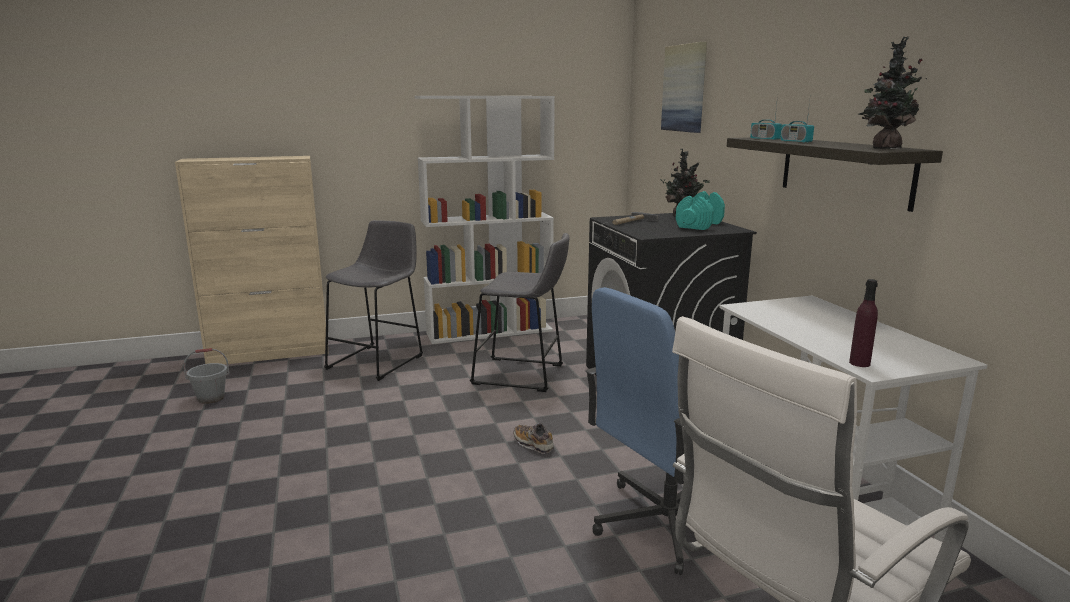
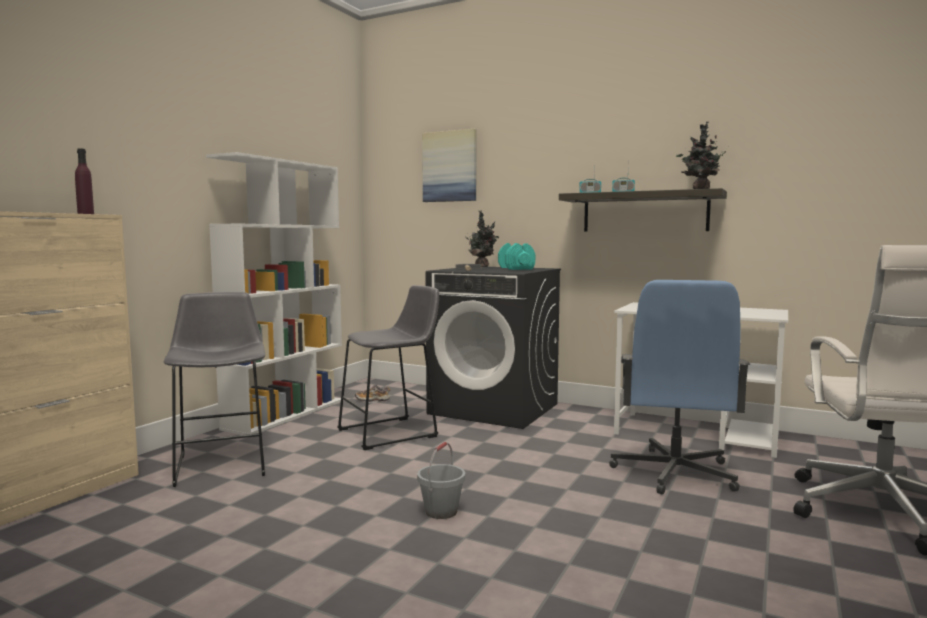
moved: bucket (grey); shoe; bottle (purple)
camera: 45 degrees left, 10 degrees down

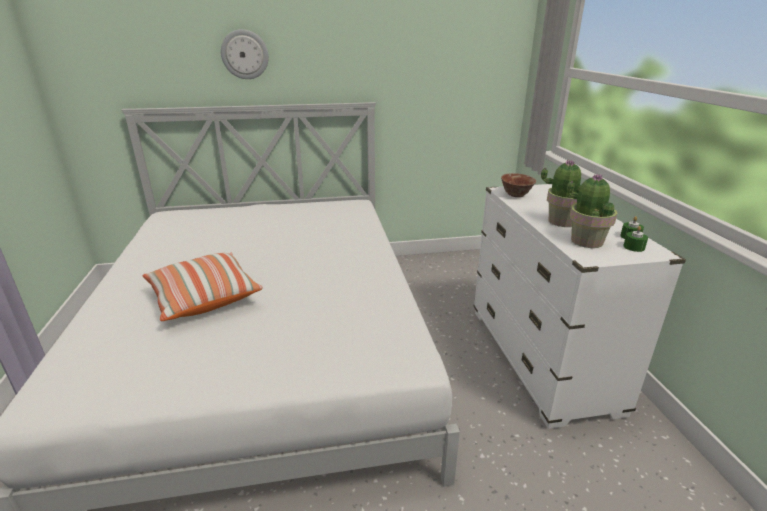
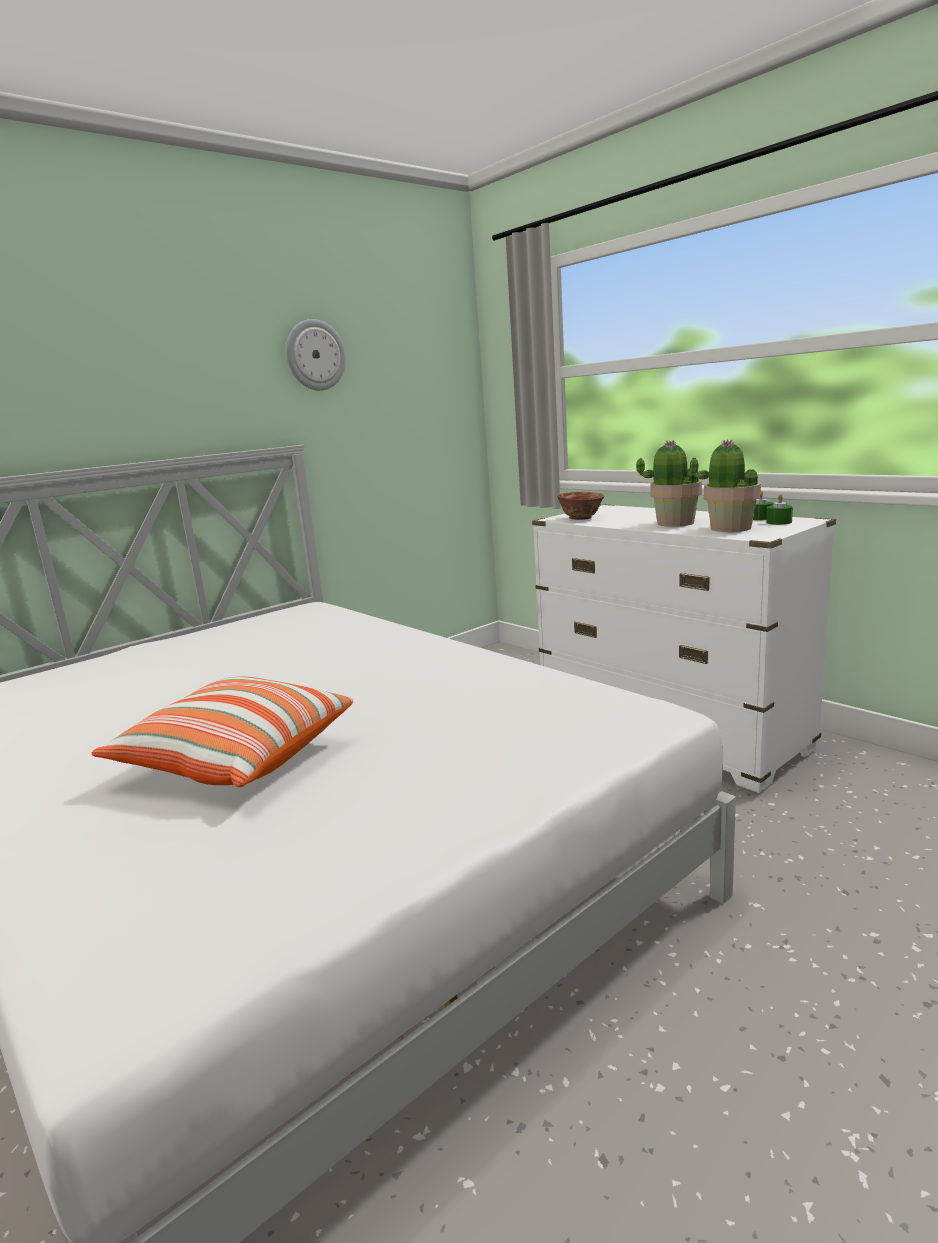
moved: wall clock
camera: 30 degrees left, 10 degrees down

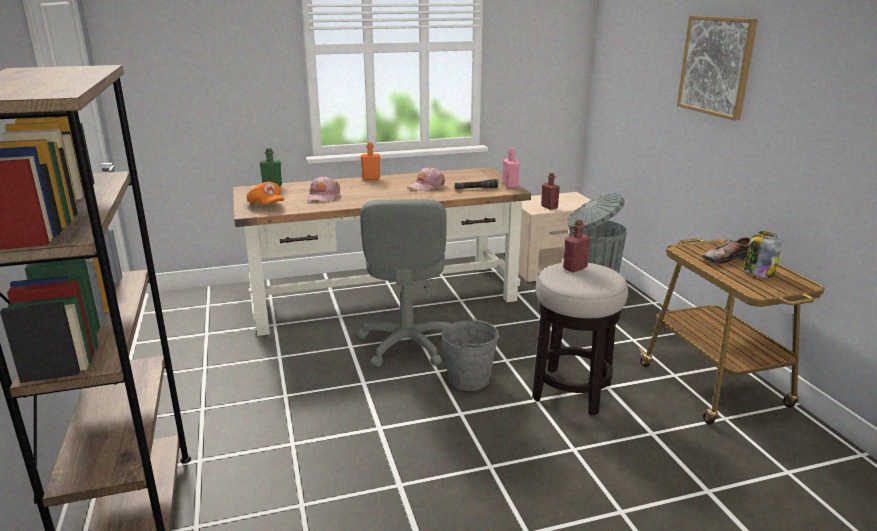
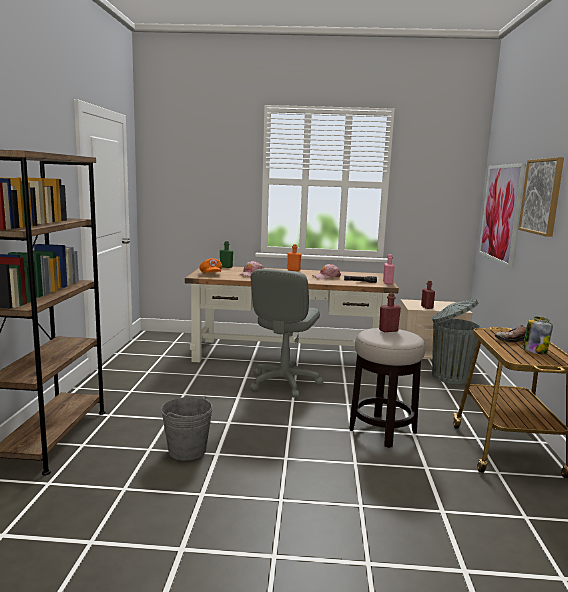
added: picture (1st from left)
moved: bucket (grey)
camera: 20 degrees right, 10 degrees down

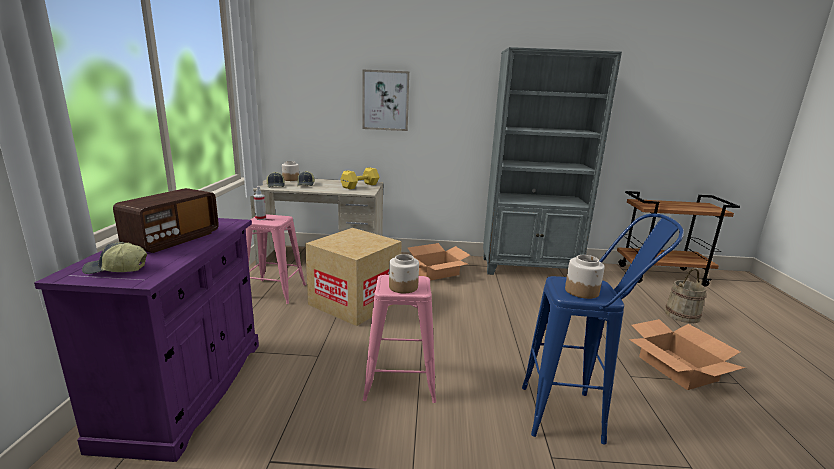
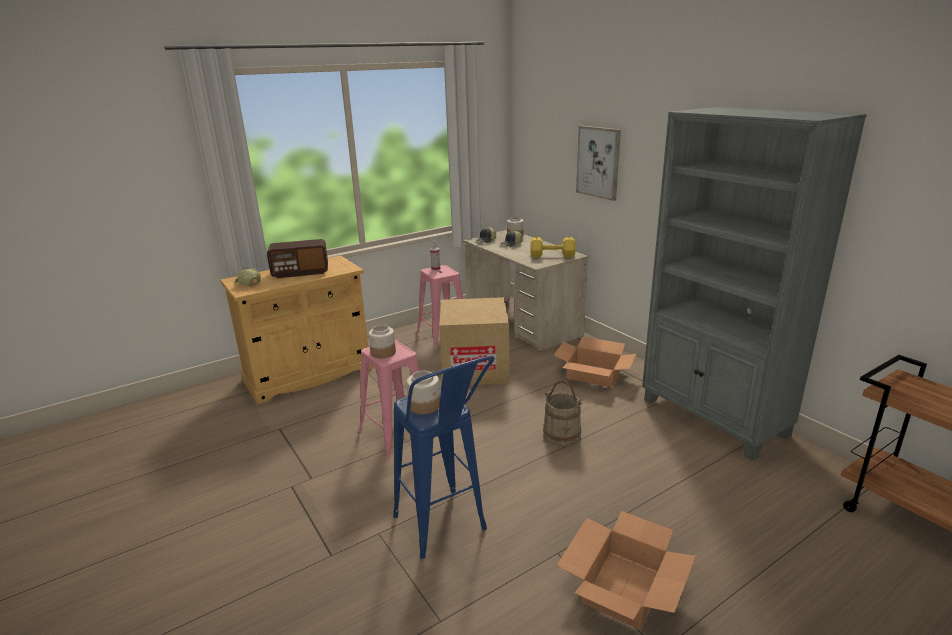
moved: bucket (beige)
recoloured: cabinet (purple) to cabinet (beige)
camera: 55 degrees right, 5 degrees up

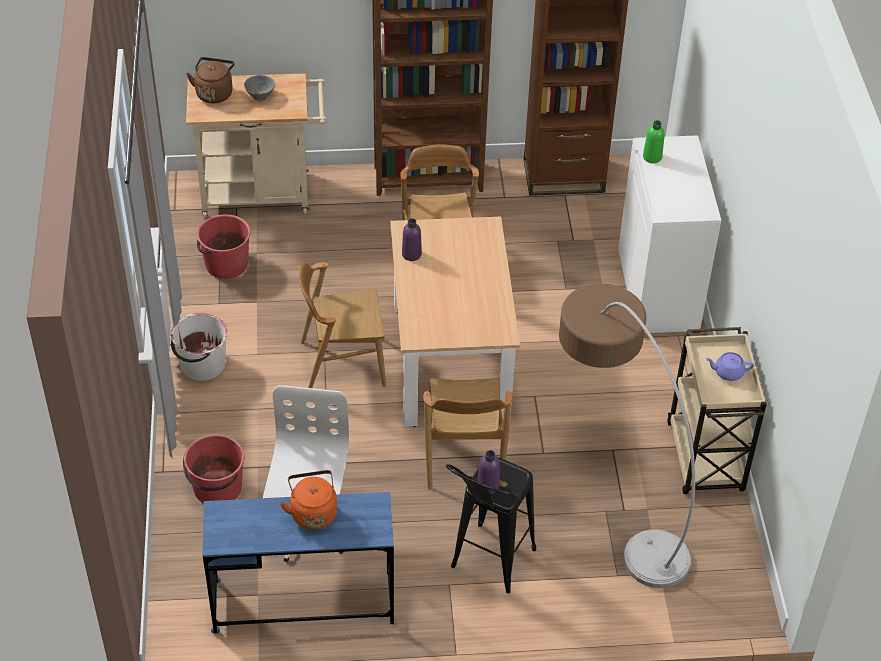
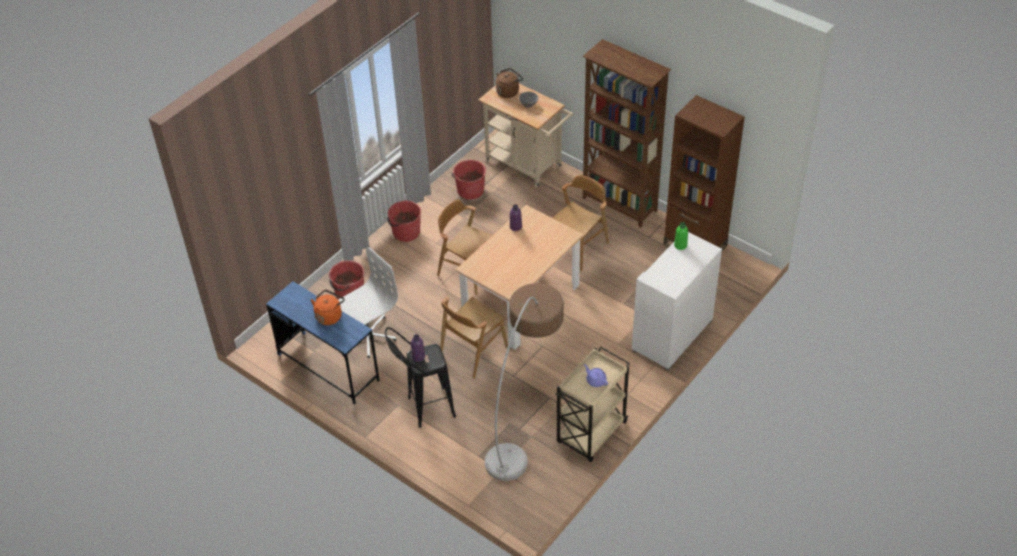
recoloured: bucket (white) to bucket (red) (2nd from left)
camera: 45 degrees right, 0 degrees up

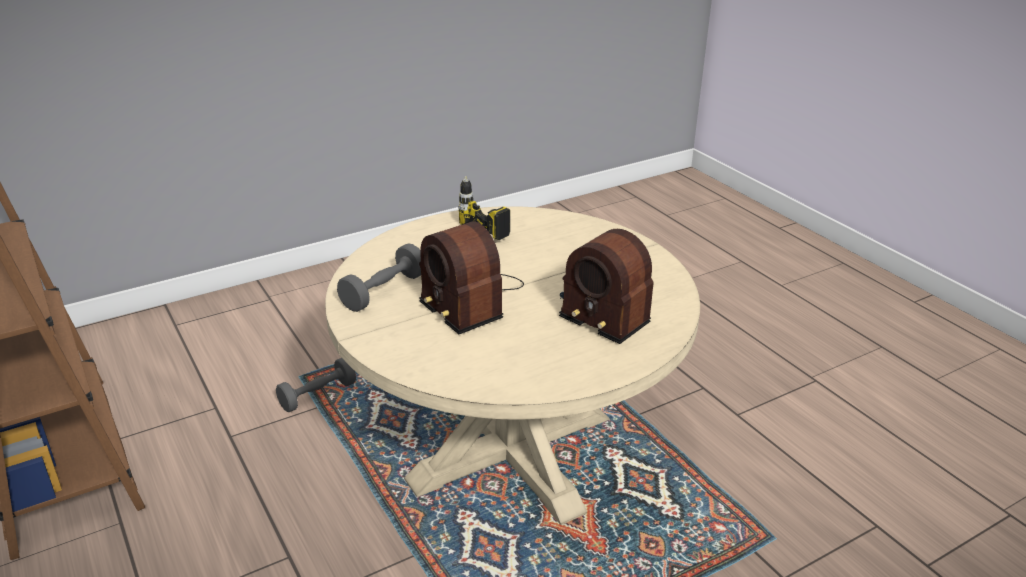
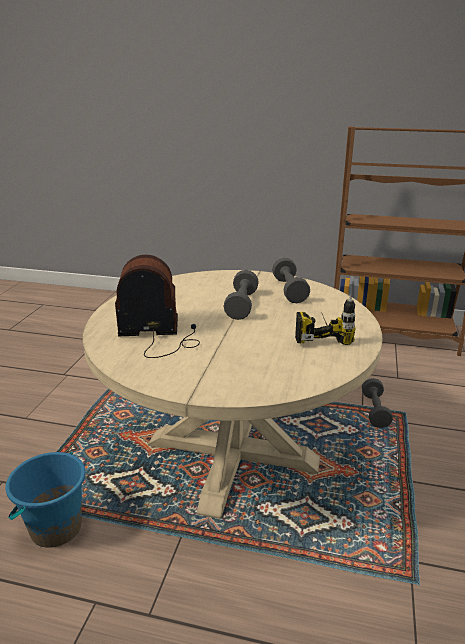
added: bucket (blue)
replaced: radio (1st from left) to dumbbell (grey) (1st from left)
camera: 135 degrees right, 5 degrees down

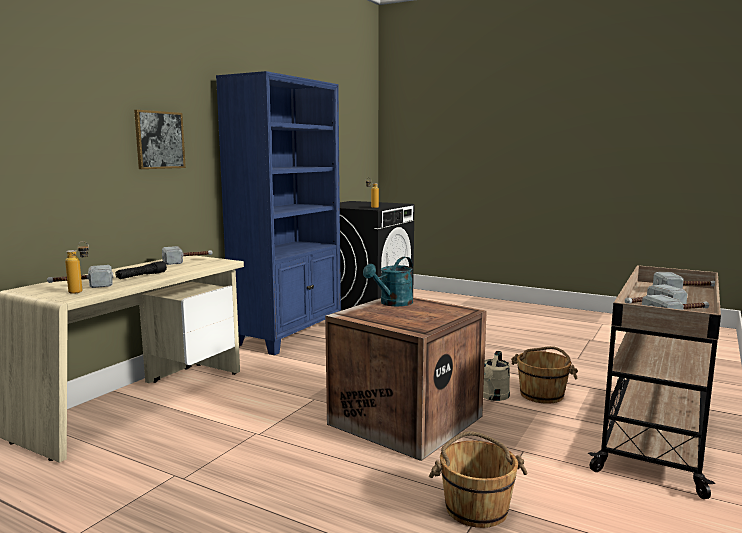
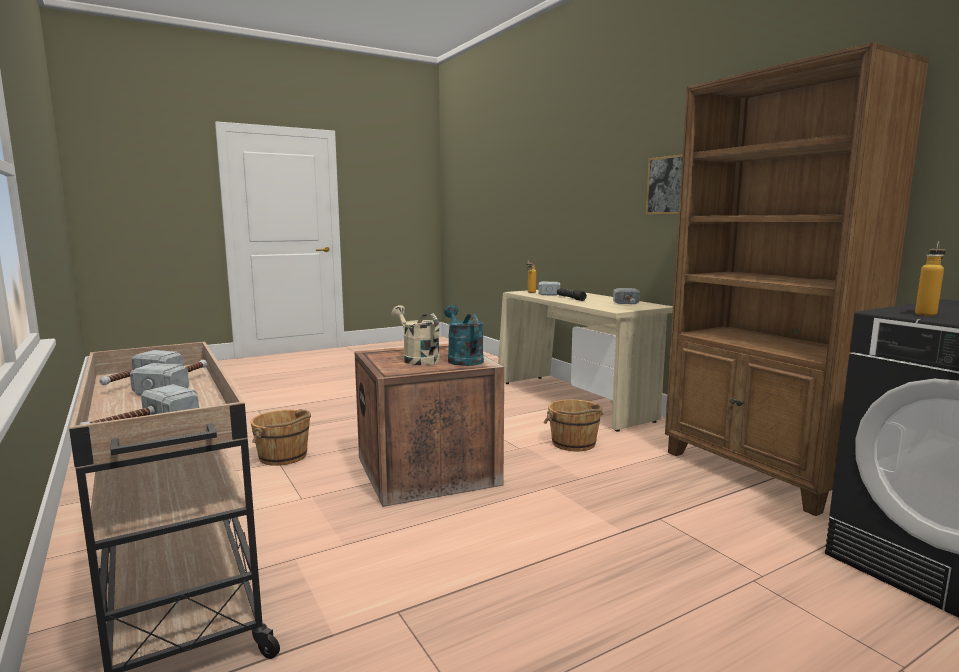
moved: watering can (beige); bucket (brown) (2nd from left)
recoloured: bookcase (blue) to bookcase (brown)
camera: 120 degrees right, 0 degrees up

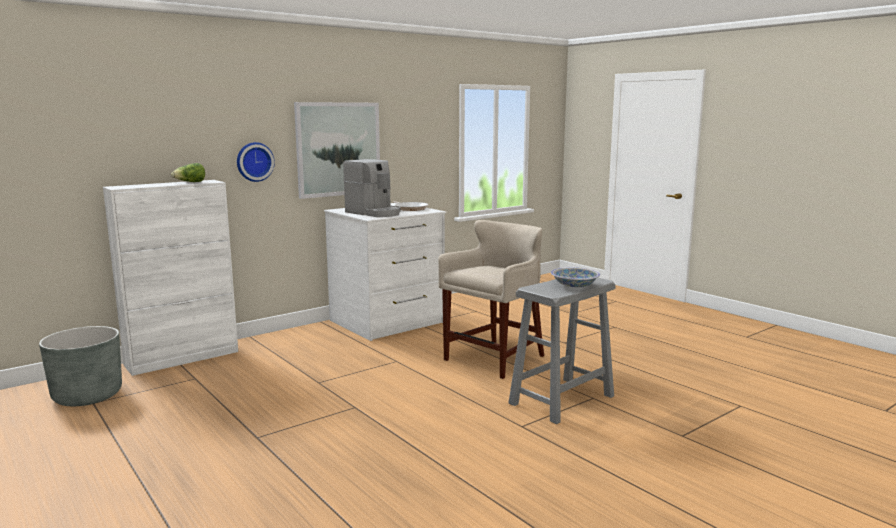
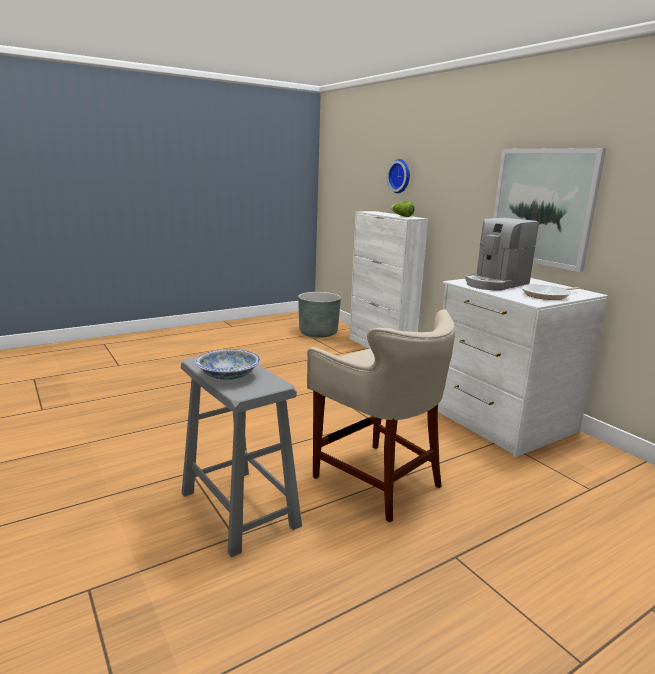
moved: wall clock
camera: 95 degrees right, 5 degrees up

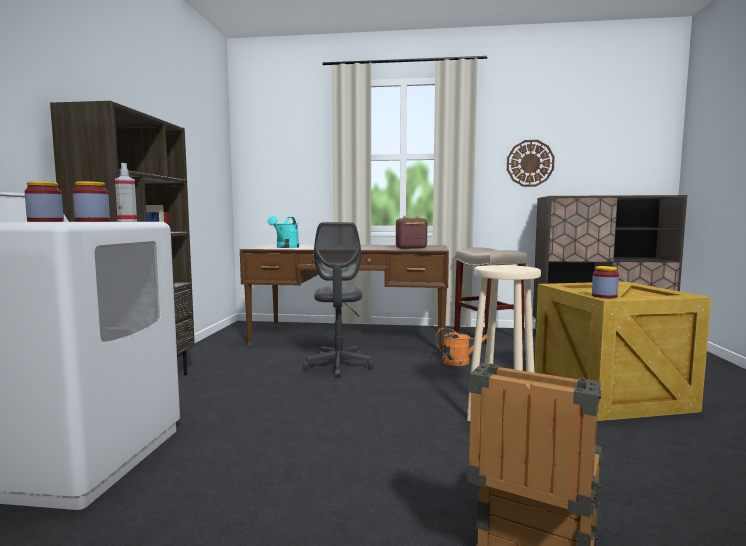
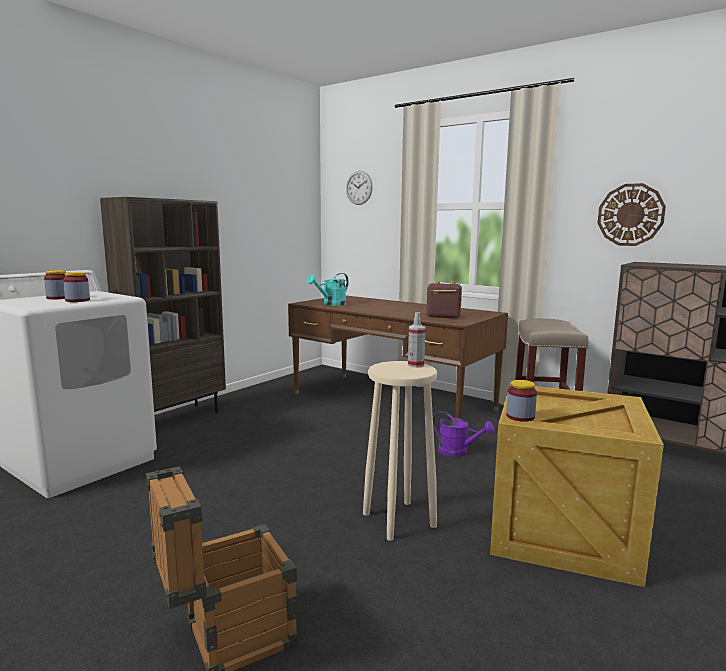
removed: office chair (grey)
added: wall clock (1st from left)
moved: spray bottle
recoloured: watering can (orange) to watering can (purple)
camera: 30 degrees right, 5 degrees up

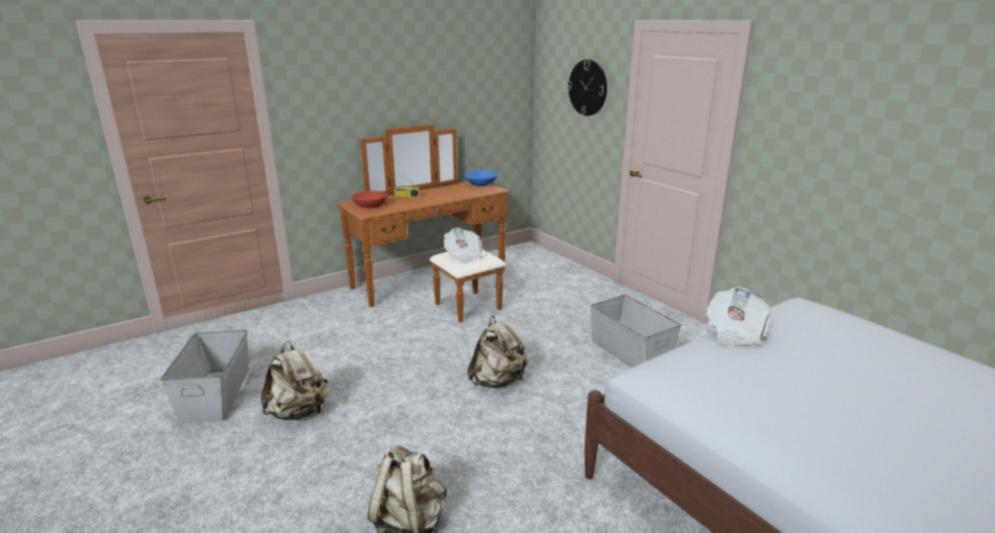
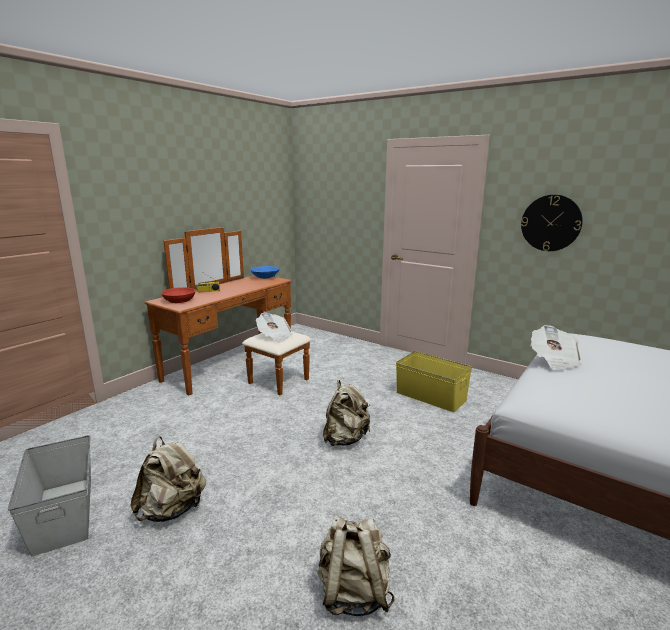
moved: wall clock
recoloured: storage box (grey) (2nd from left) to storage box (yellow)
camera: 20 degrees left, 5 degrees down

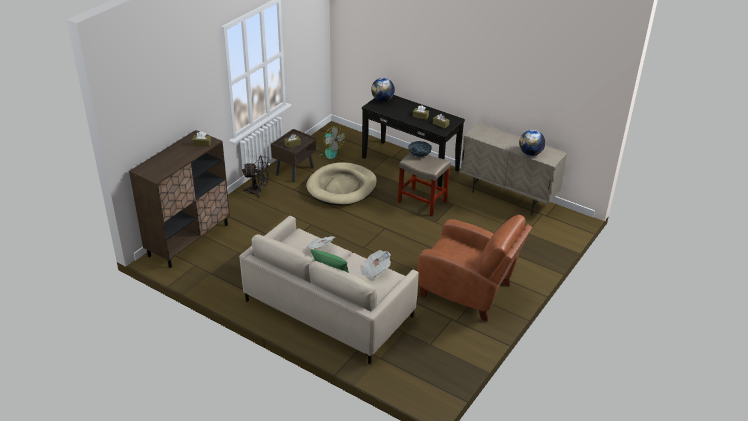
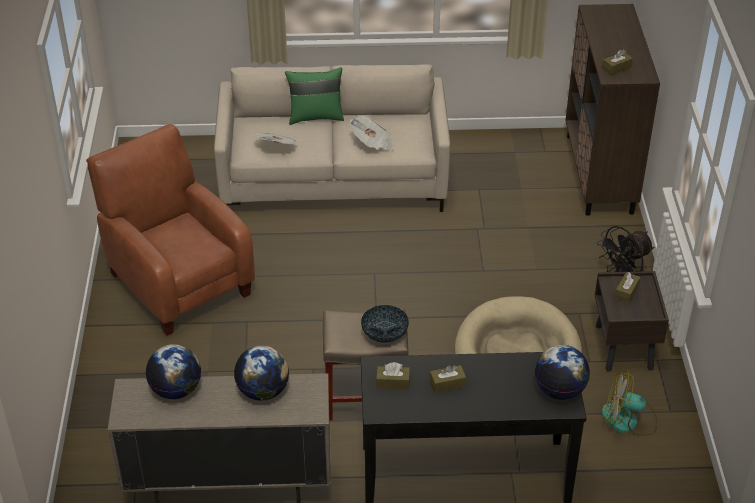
added: globe (2nd from left)
turned: armchair (brown) 60 degrees clockwise
camera: 145 degrees right, 5 degrees up

